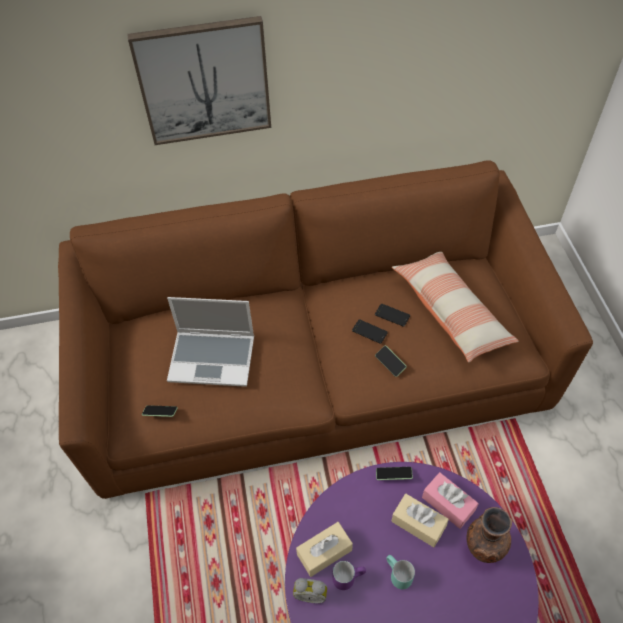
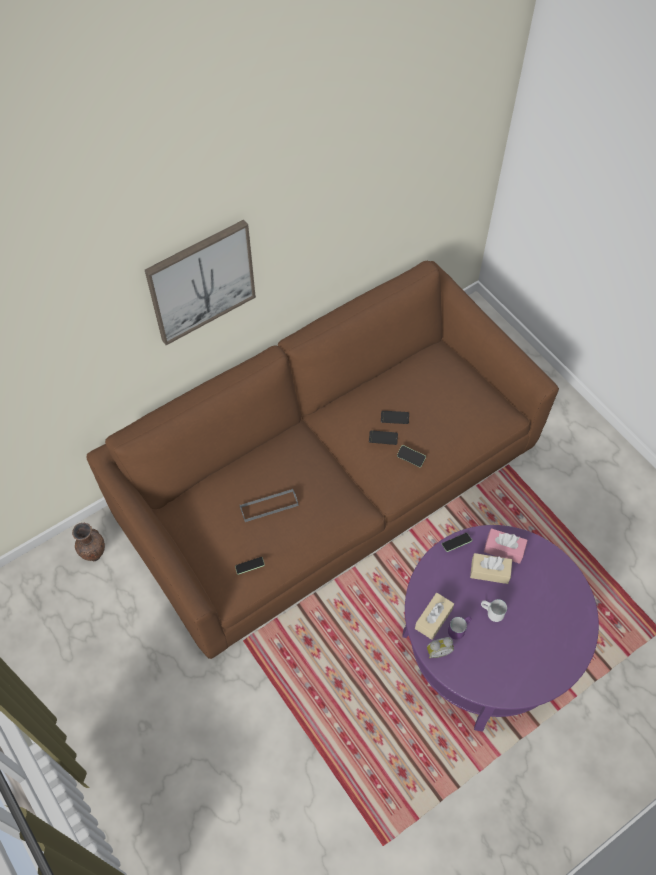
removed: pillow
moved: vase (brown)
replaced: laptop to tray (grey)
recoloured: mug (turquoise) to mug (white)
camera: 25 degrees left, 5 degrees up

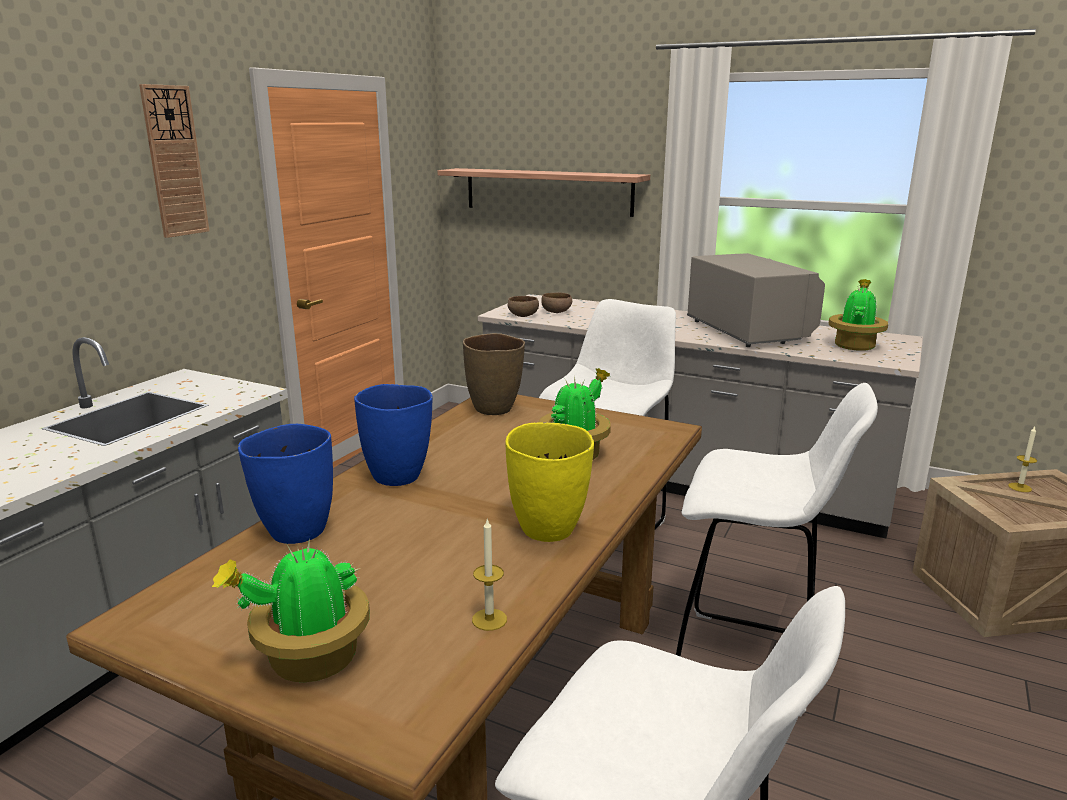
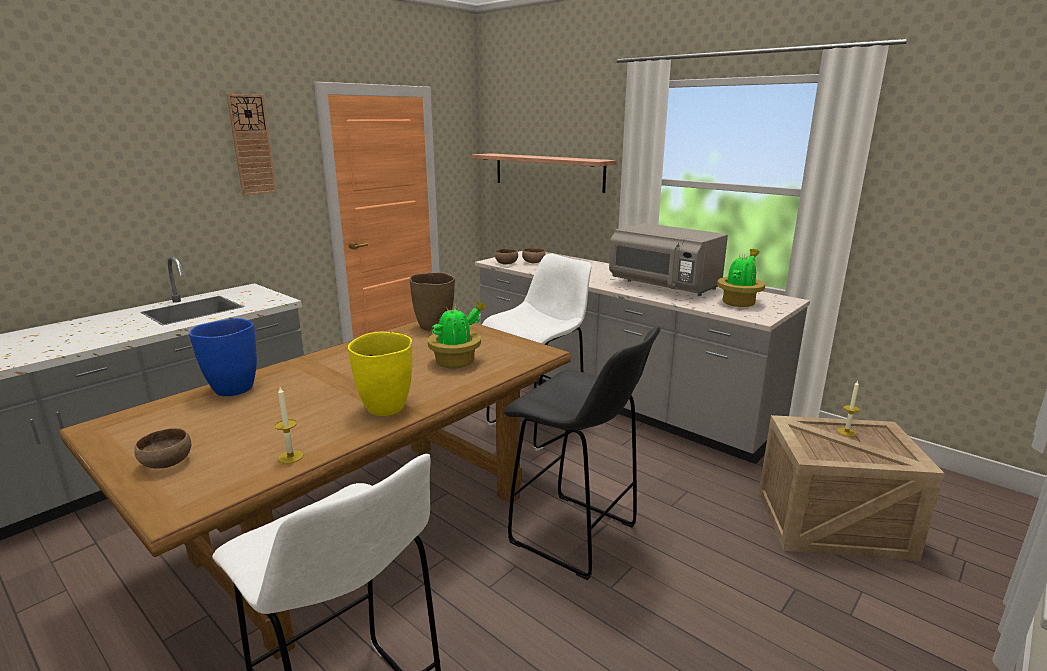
removed: vase (blue) (2nd from left)
replaced: potted plant (1st from left) to bowl (brown) (1st from left)
recoloured: stool (white) (3rd from left) to stool (black)
turned: microwave (grey) 135 degrees clockwise
camera: 15 degrees right, 0 degrees up

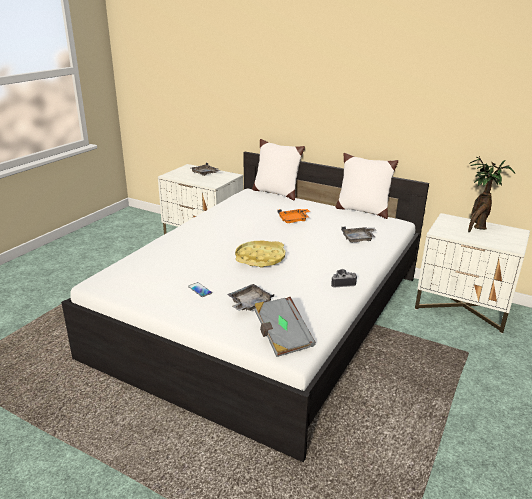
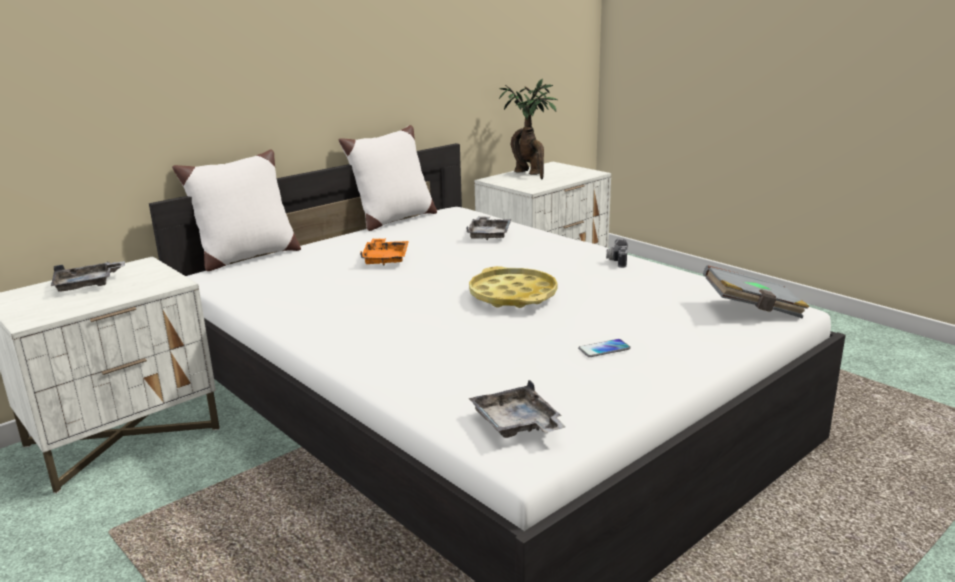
moved: tray (grey) (2nd from left in the first image) to tray (grey) (3rd from left)
camera: 70 degrees left, 5 degrees down

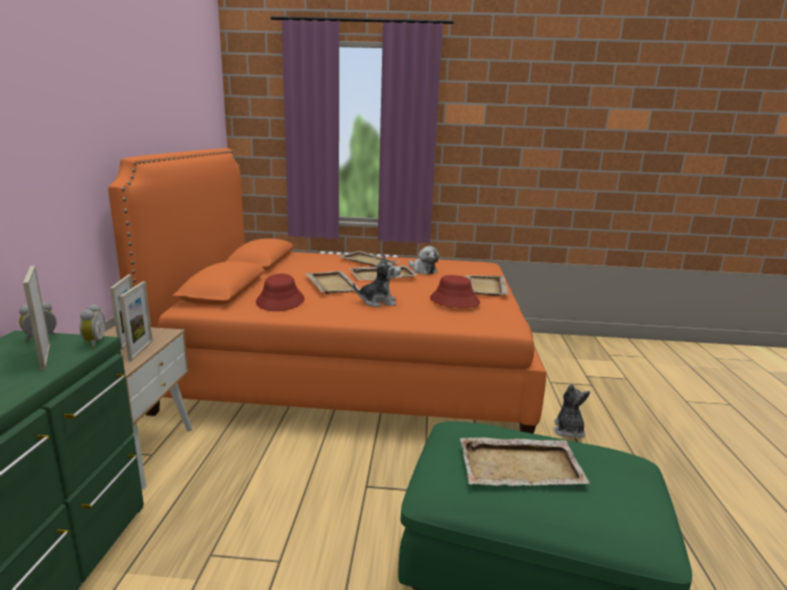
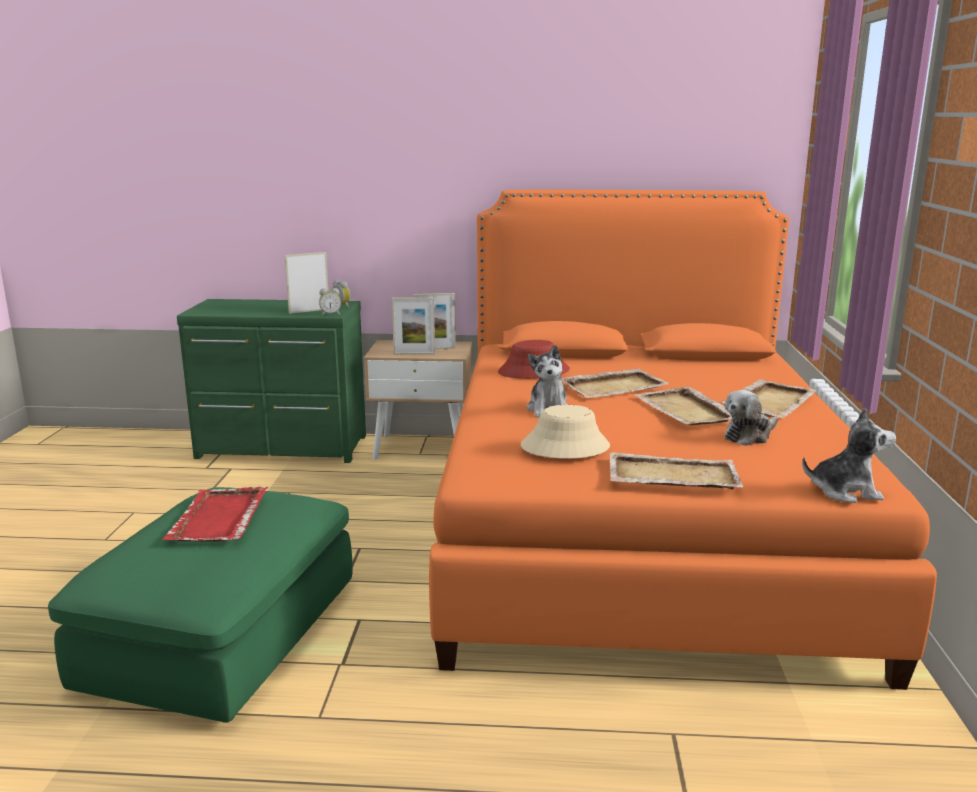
moved: plush toy (3rd from left)
recoloured: hat (red) (2nd from left) to hat (beige); tray (beige) (5th from left) to tray (red)
camera: 90 degrees right, 0 degrees up

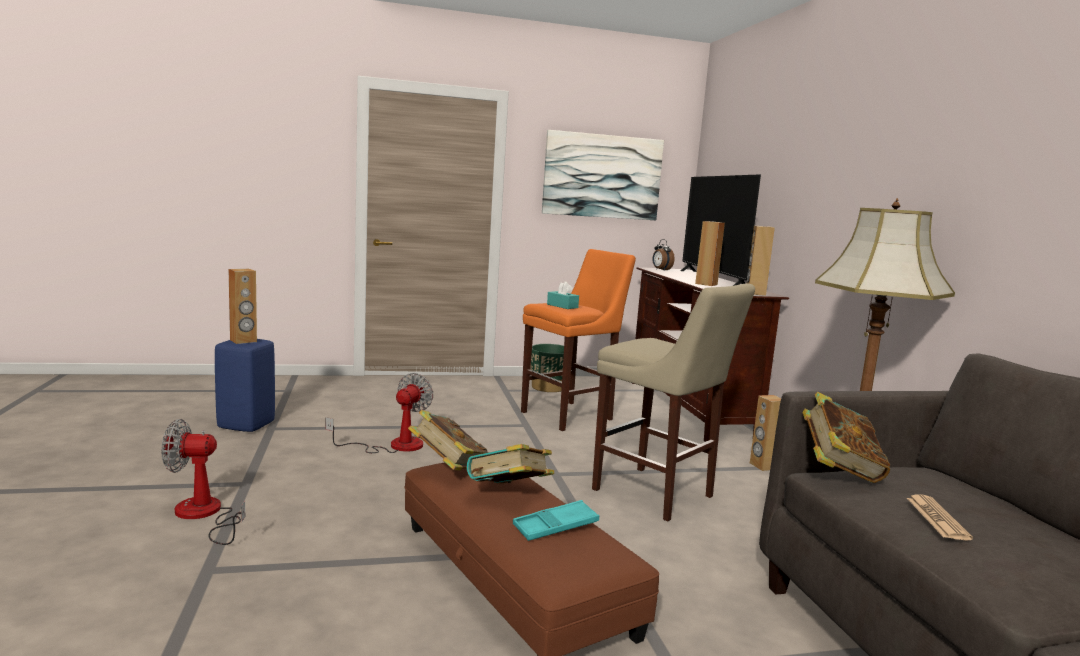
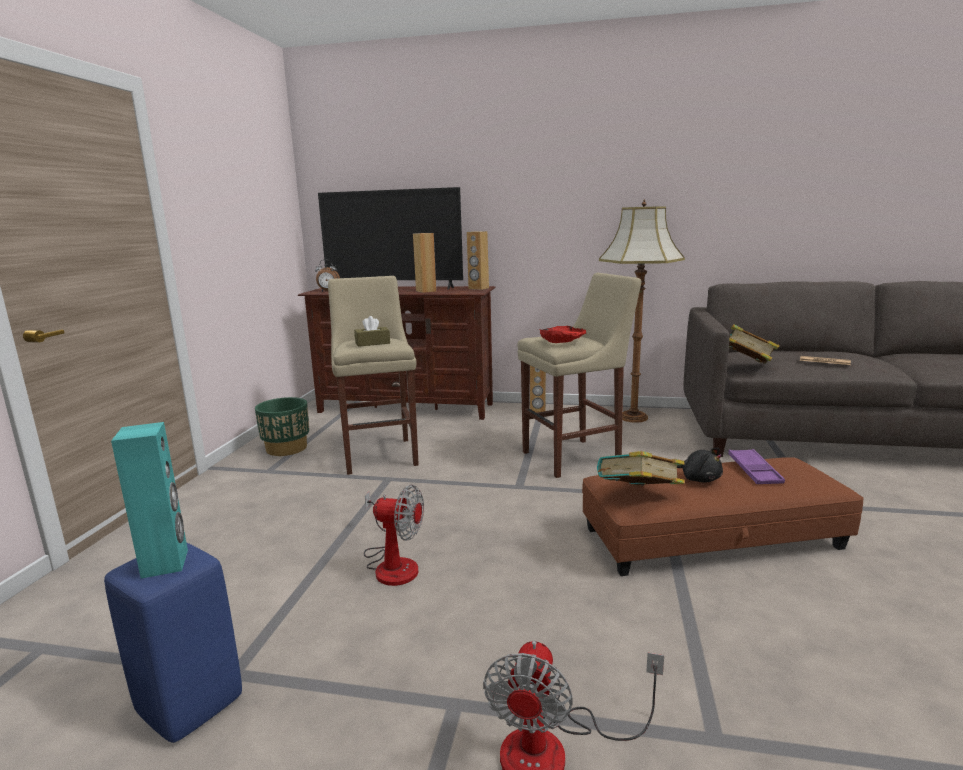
removed: picture
added: bowl (red)
replaced: book (2nd from left) to plush toy (black)
recoloured: speaker (brown) (1st from left) to speaker (turquoise); tray (turquoise) to tray (purple); stool (orange) to stool (beige) (1st from left); tissue box (turquoise) to tissue box (brown)
turned: fan (2nd from left in the first image) 150 degrees clockwise
camera: 65 degrees left, 5 degrees up

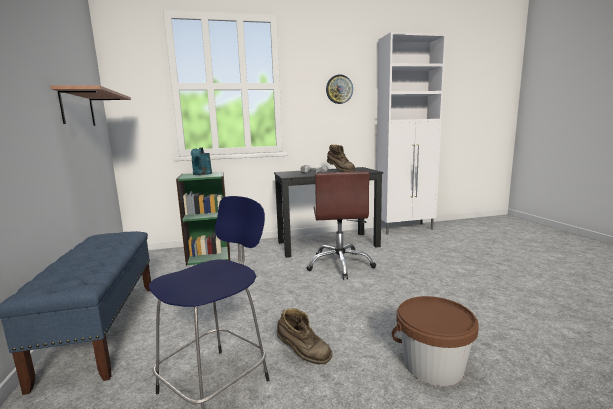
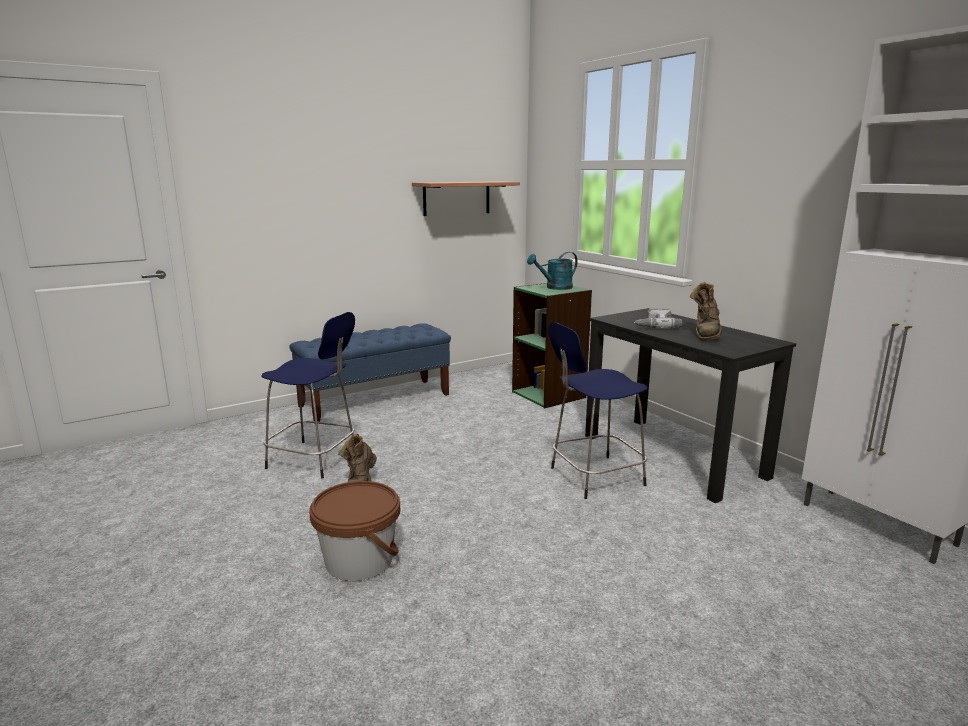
removed: wall clock
replaced: office chair (brown) to stool (blue) (2nd from left)
camera: 70 degrees right, 5 degrees up

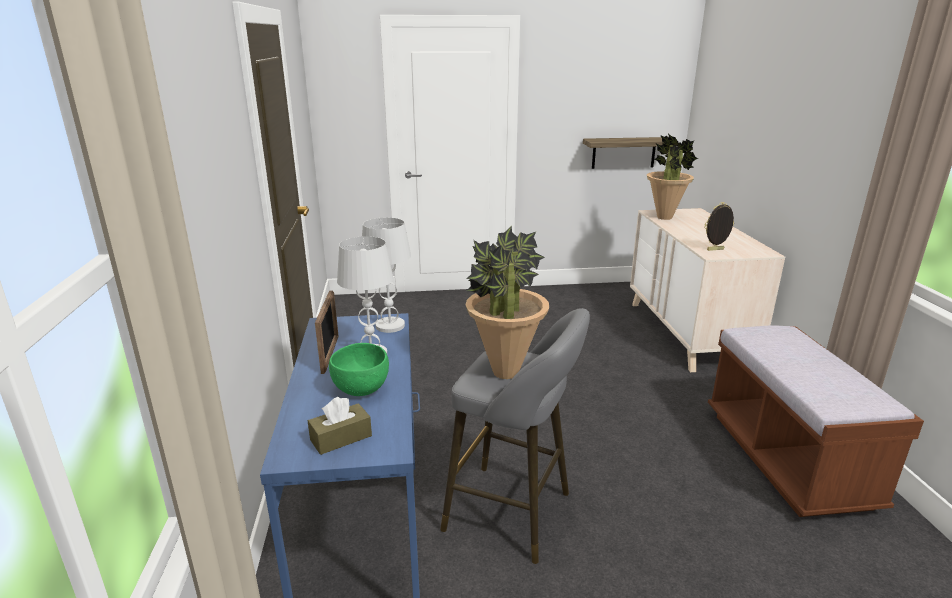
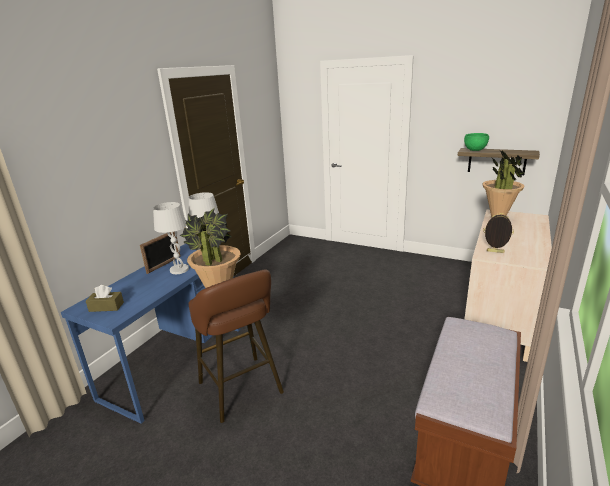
moved: bowl (green)
recoloured: stool (grey) to stool (brown)
camera: 35 degrees right, 0 degrees up

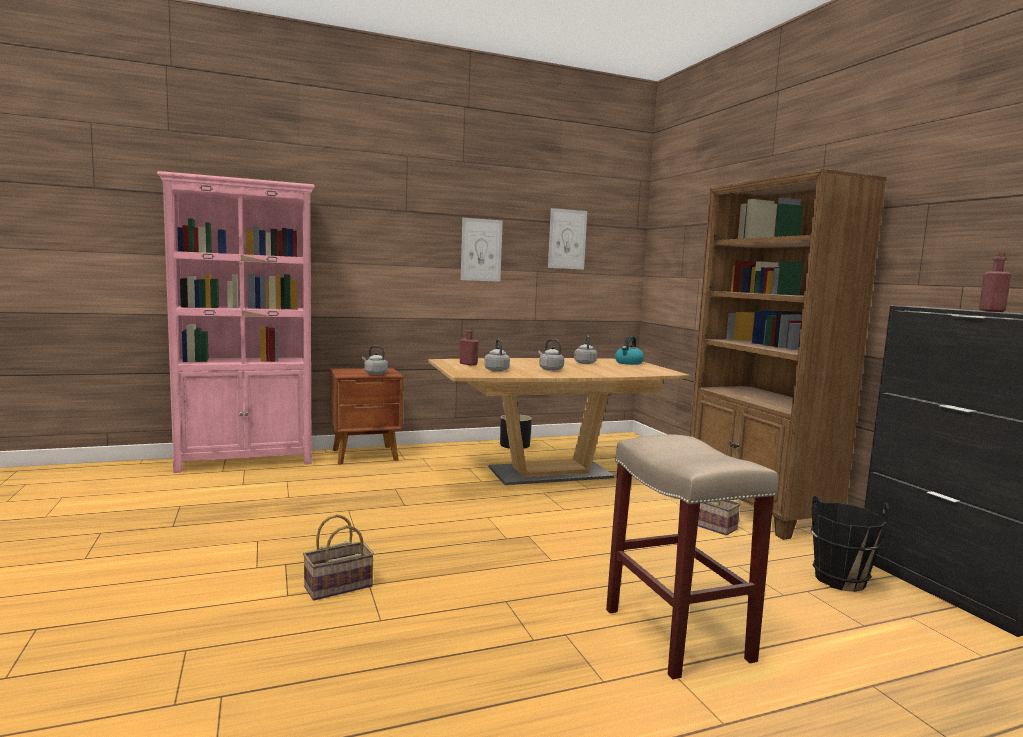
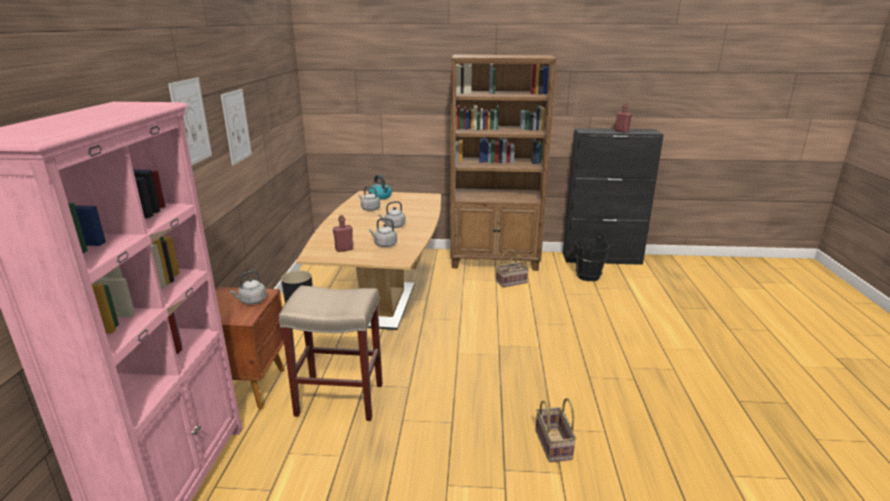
moved: picture (2nd from left in the first image) to picture (1st from left); stool (beige)
camera: 65 degrees left, 15 degrees up

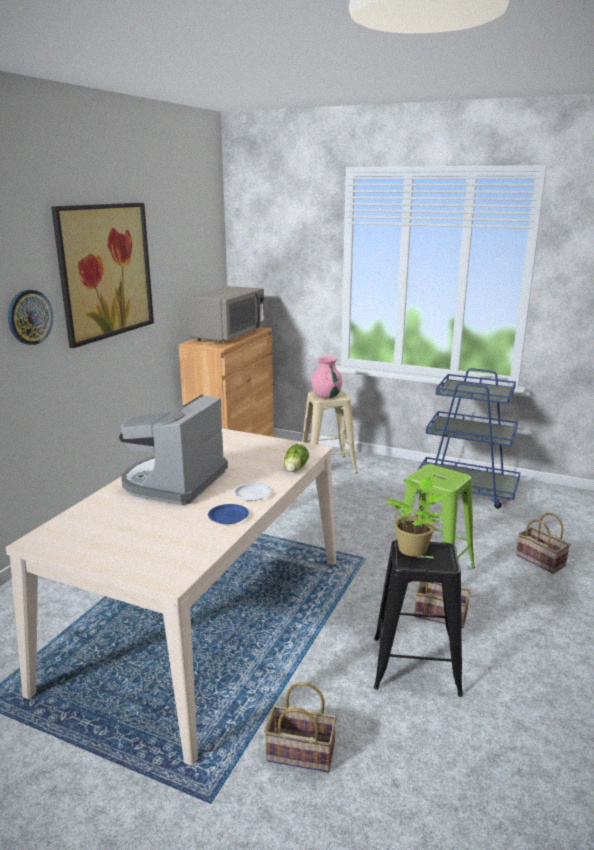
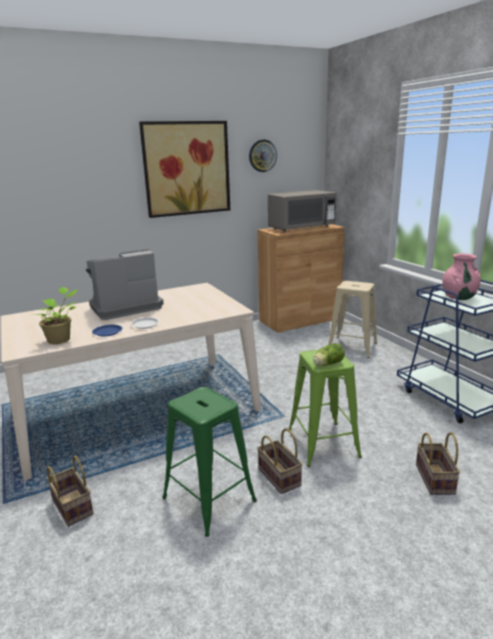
moved: wall clock; lettuce; vase (pink); potted plant
recoloured: stool (black) to stool (green) (1st from left)
camera: 40 degrees right, 0 degrees up

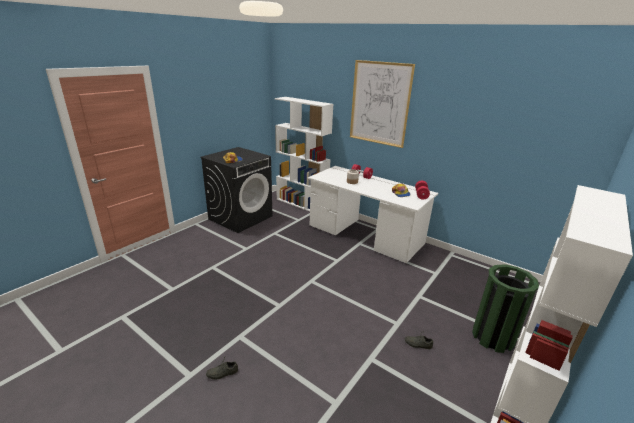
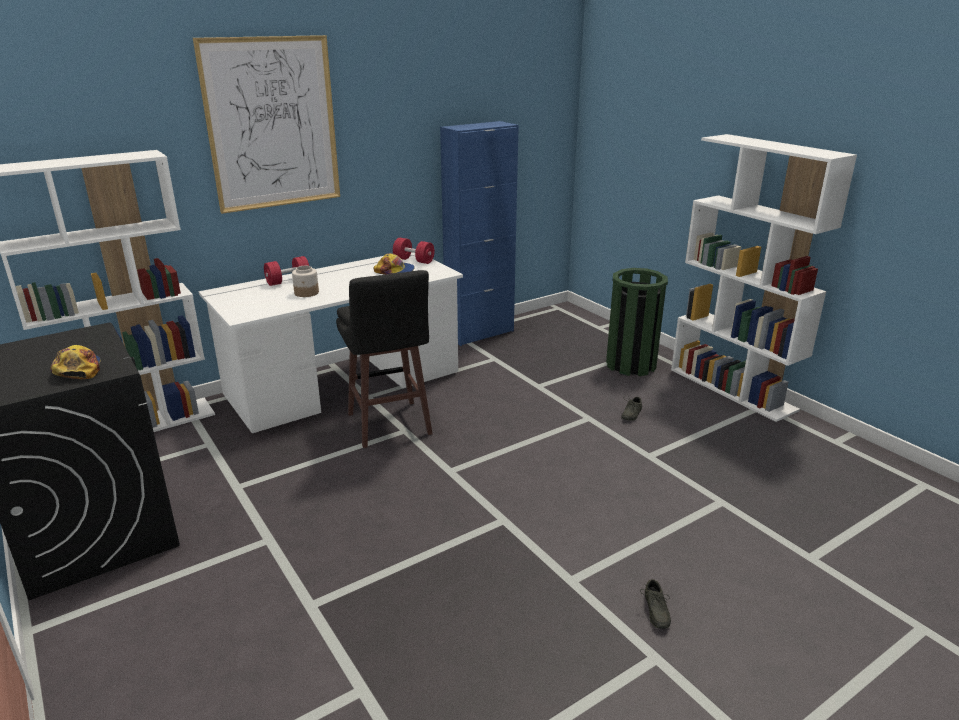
added: stool (black); cabinet (blue)
camera: 70 degrees left, 0 degrees up

